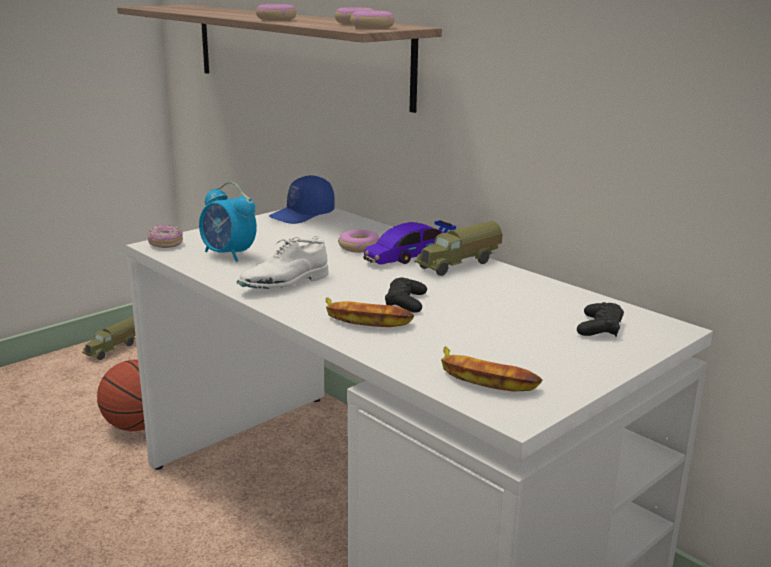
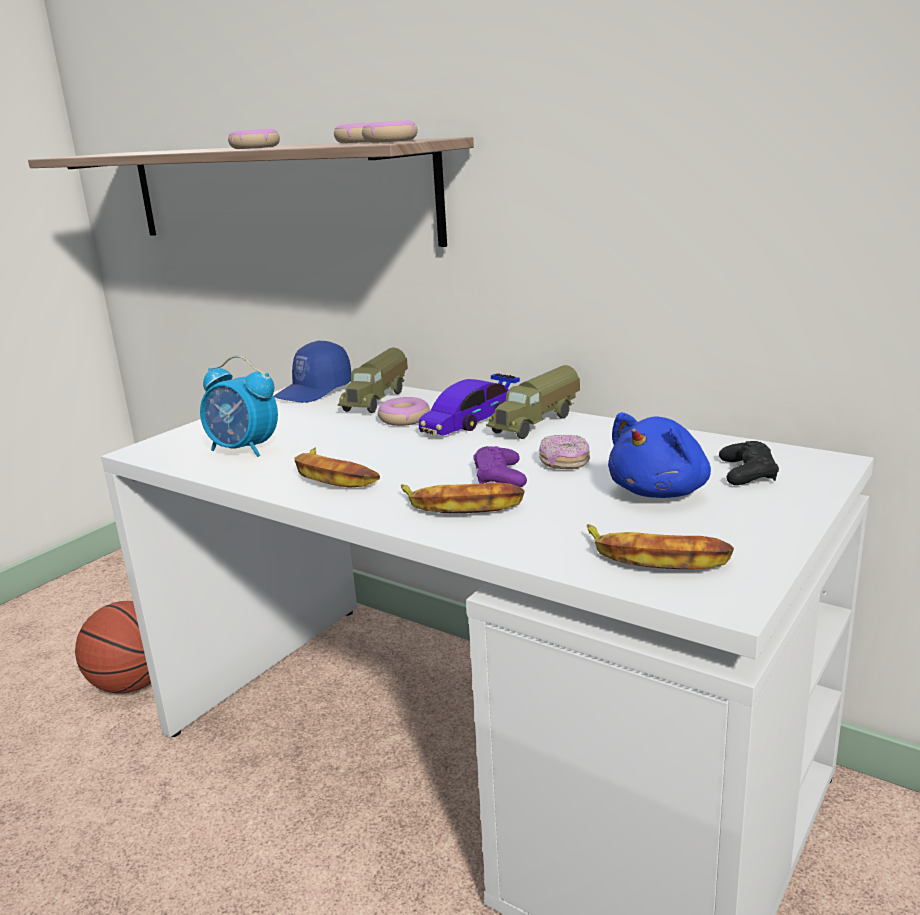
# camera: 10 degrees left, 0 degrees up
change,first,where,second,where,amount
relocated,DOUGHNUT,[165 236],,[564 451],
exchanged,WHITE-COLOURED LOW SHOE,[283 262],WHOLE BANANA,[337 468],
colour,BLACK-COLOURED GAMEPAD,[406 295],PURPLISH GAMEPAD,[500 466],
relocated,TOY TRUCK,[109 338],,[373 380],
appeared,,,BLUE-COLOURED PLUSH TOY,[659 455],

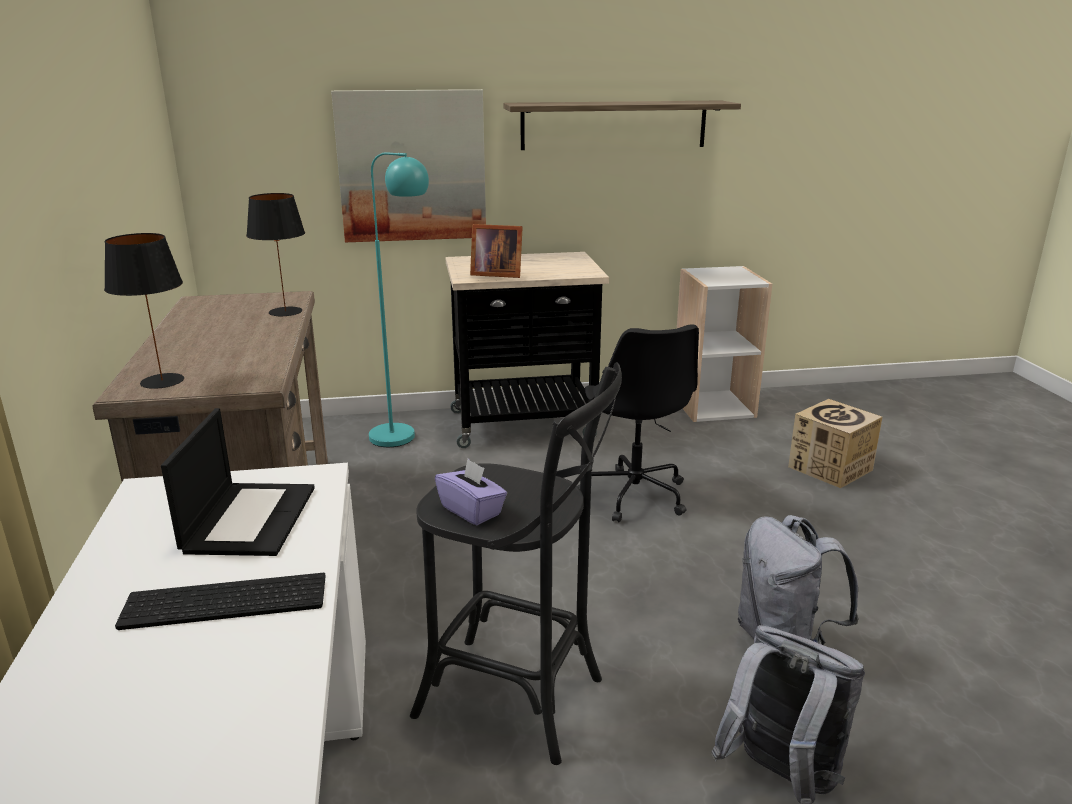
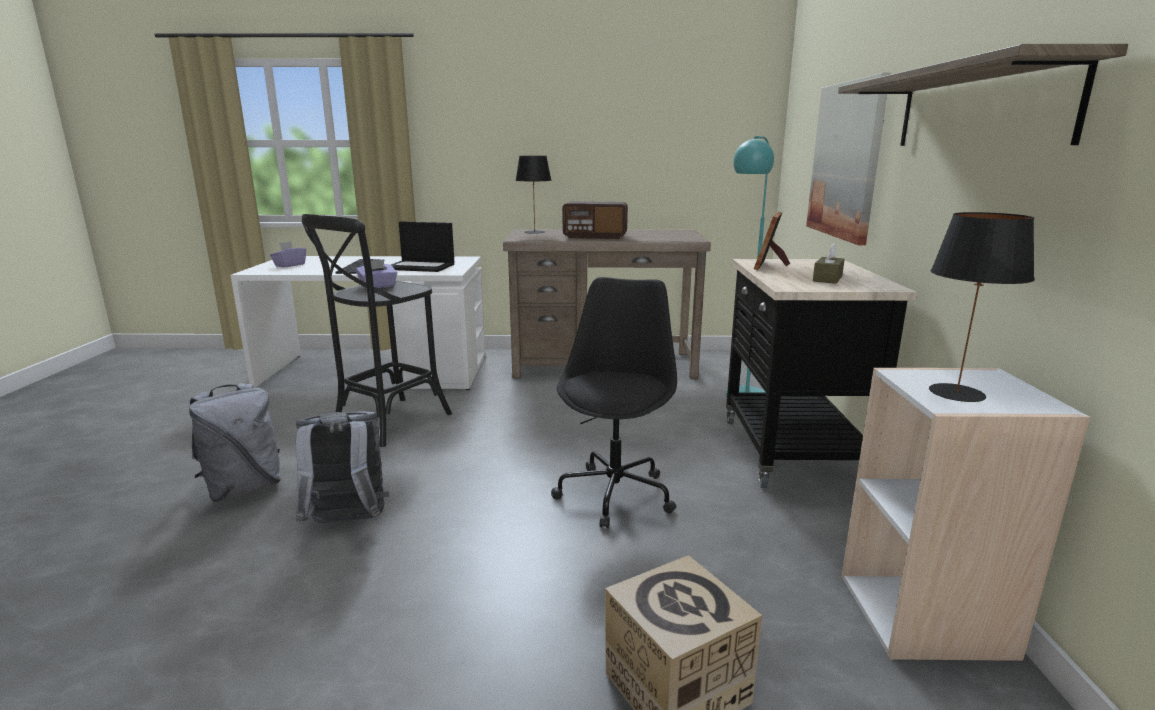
# camera: 100 degrees right, 5 degrees down
change,first,where,second,where,amount
relocated,BLACK-COLOURED TABLETOP LAMP,[275 254],,[982 307],
spun,BLACK-COLOURED COMPUTER CHAIR,[638 423],,[614 402],105 degrees clockwise
appeared,,,RADIO,[595 220],
appeared,,,PURPLISH TISSUE BOX,[288 254],
appeared,,,BROWN TISSUE BOX,[829 263],

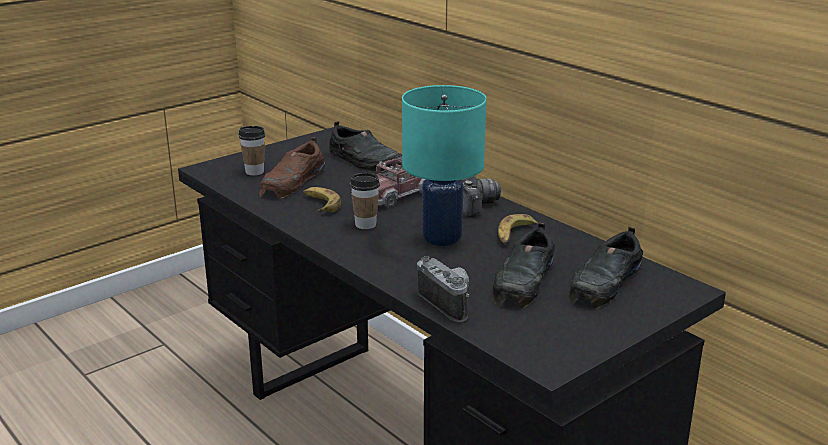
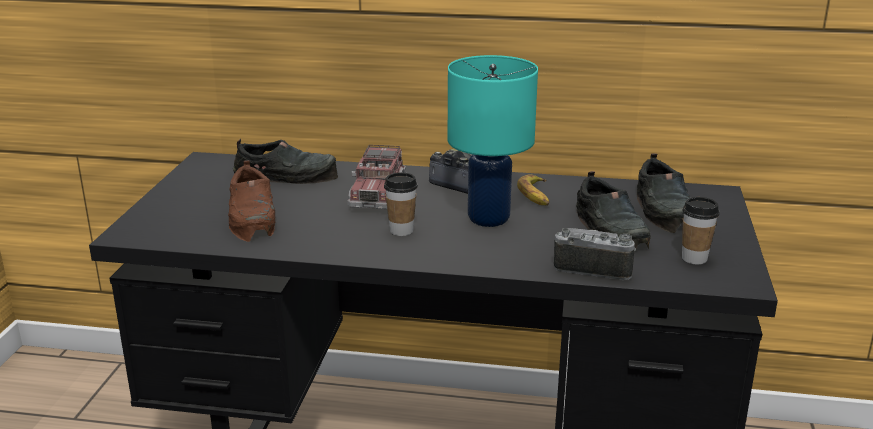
# camera: 40 degrees left, 0 degrees up
change,first,where,second,where,amount
relocated,DRINKING CUP,[252 150],,[700 230],
missing,WHOLE BANANA,[322 199],,,

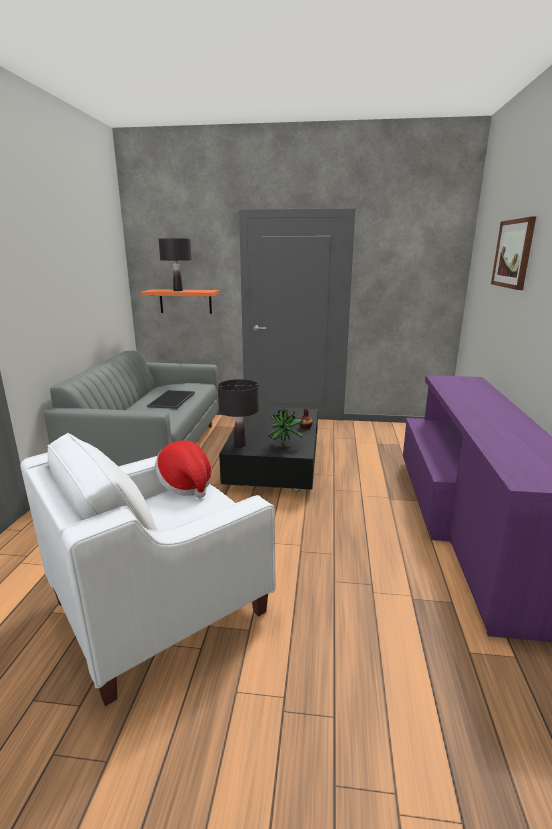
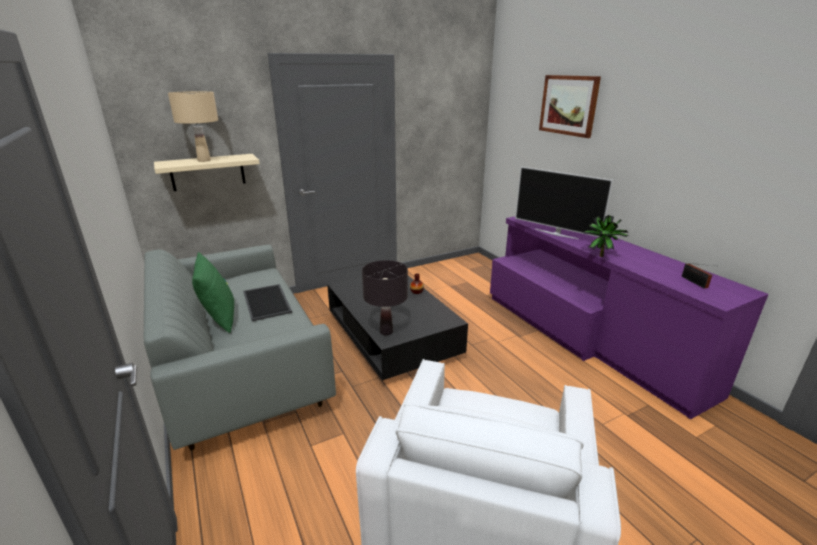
# camera: 35 degrees left, 5 degrees up
change,first,where,second,where,amount
colour,BLACK-COLOURED TABLETOP LAMP,[175 264],BEIGE-COLOURED TABLETOP LAMP,[193 126],
colour,ORANGEY SHELF,[179 301],BEIGE-COLOURED SHELF,[207 172],
relocated,PLANT IN A POT,[285 428],,[606 236],
missing,HAT,[183 469],,,
appeared,,,TV SET,[564 203],
appeared,,,GREEN PILLOW,[213 292],
appeared,,,RADIO,[698 275],

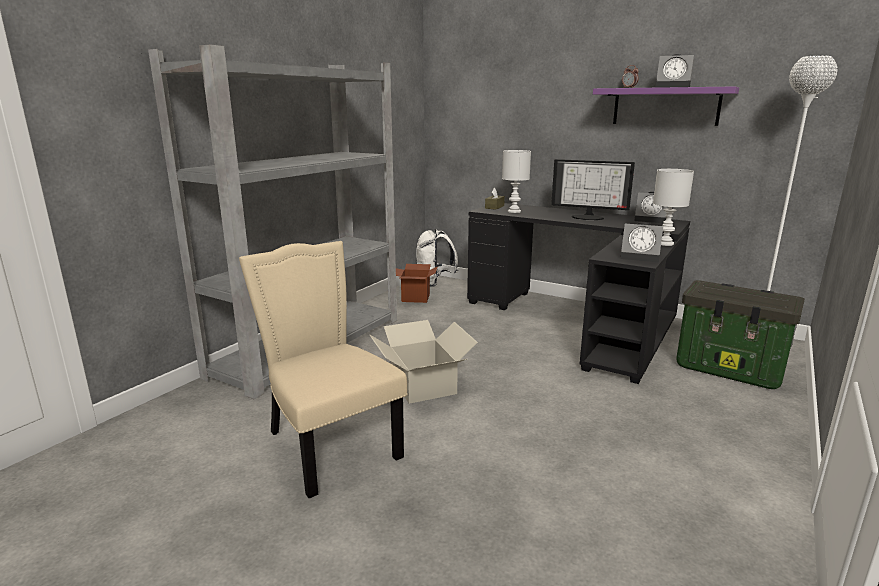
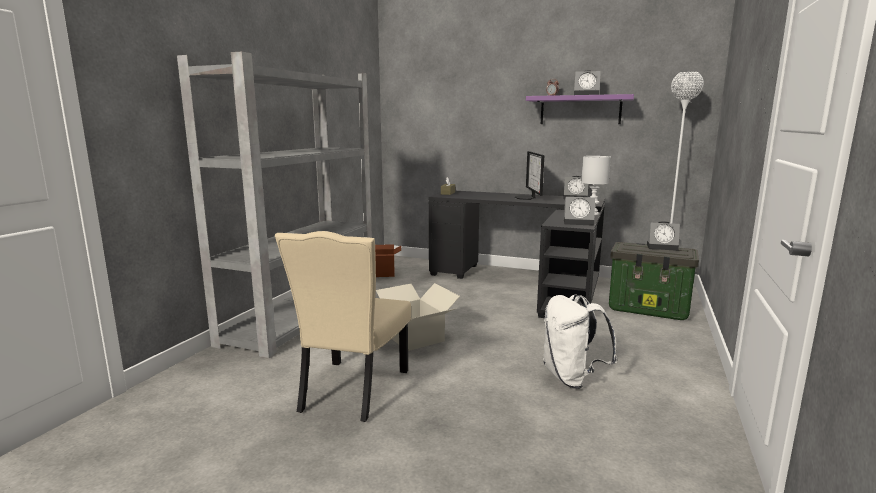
# camera: 10 degrees left, 5 degrees down
change,first,where,second,where,amount
missing,WHITE-COLOURED TABLETOP LAMP,[516 181],,,
spun,COMPUTER DISPLAY,[593 189],,[529 175],75 degrees clockwise
relocated,WHITE-COLOURED KNAPSACK,[437 258],,[580 341],
spun,BEIGE-COLOURED CHAIR,[323 370],,[343 326],120 degrees counterclockwise
appeared,,,TABLE CLOCK,[663 236],

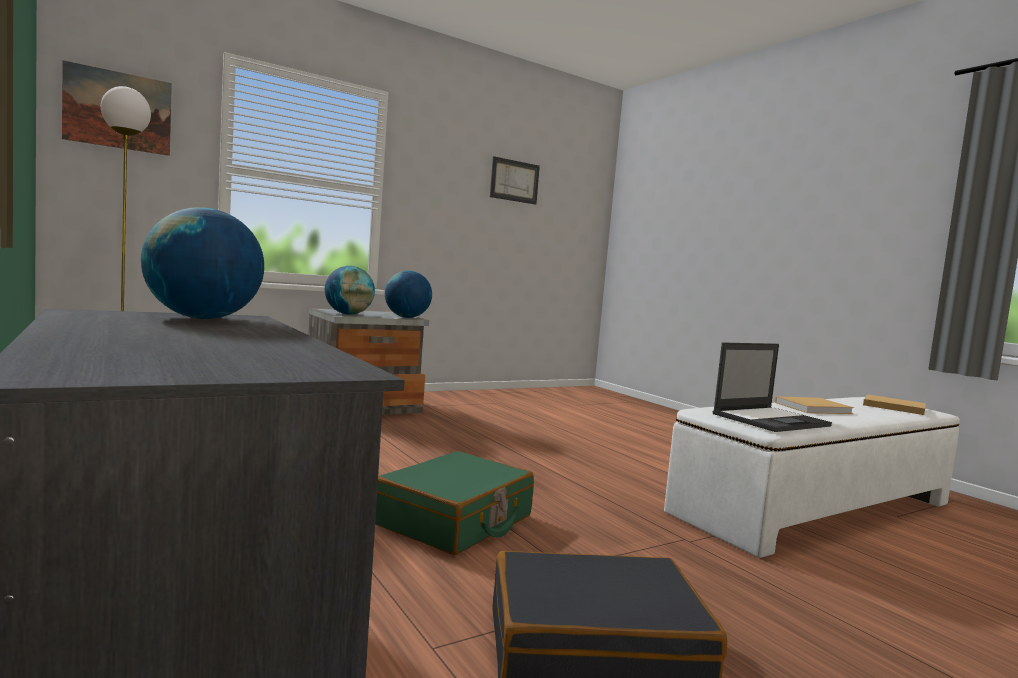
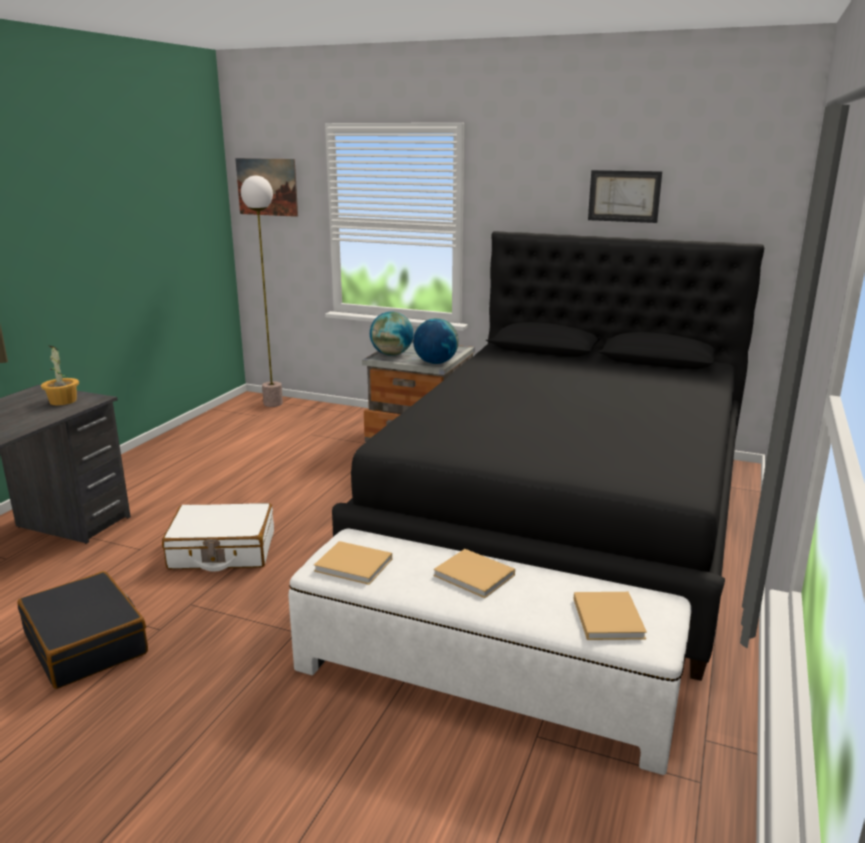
# camera: 55 degrees right, 15 degrees up
change,first,where,second,where,amount
exchanged,WORLD GLOBE,[202 263],PLANT IN A POT,[60 376],
exchanged,LAPTOP,[772 387],BEIGE-COLOURED VOLUME,[353 563],
colour,GREEN PIECE OF LUGGAGE,[454 503],WHITE-COLOURED PIECE OF LUGGAGE,[218 537],
appeared,,,BLACK-COLOURED SLEEPING BED,[548 456],

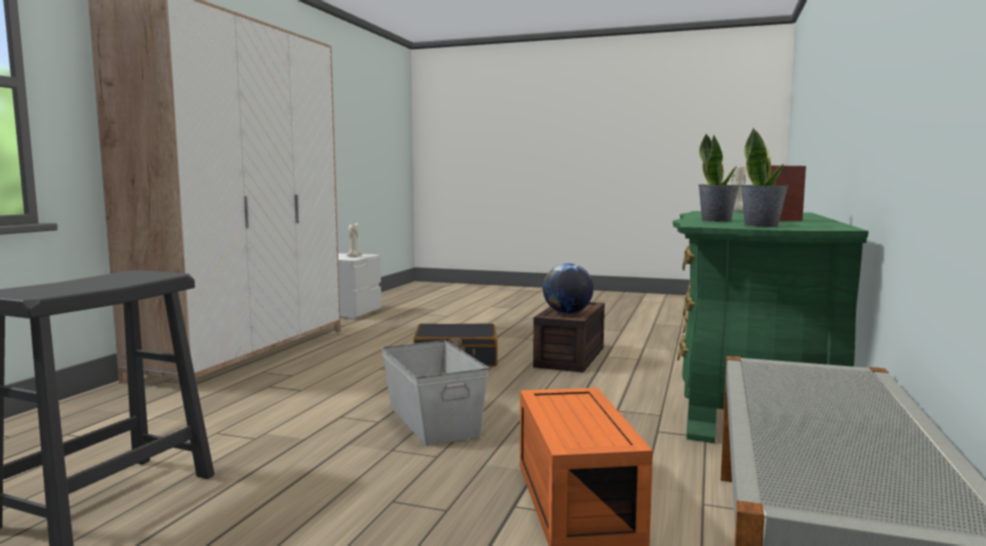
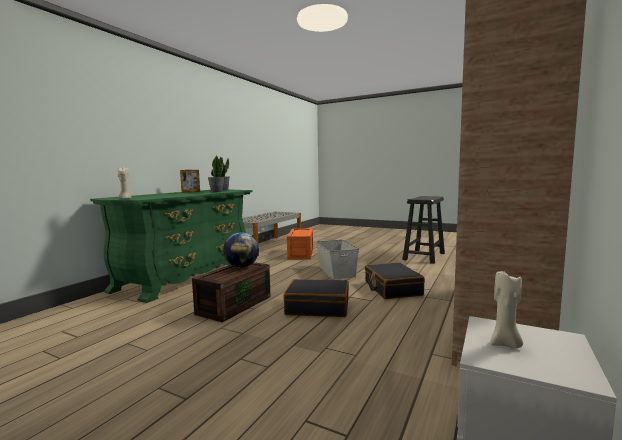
# camera: 170 degrees left, 0 degrees up
change,first,where,second,where,amount
appeared,,,BLACK-COLOURED PIECE OF LUGGAGE,[395 280],

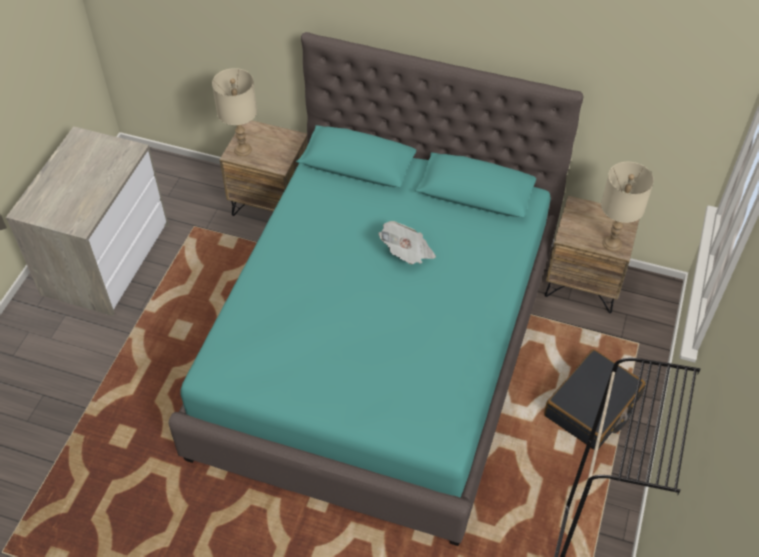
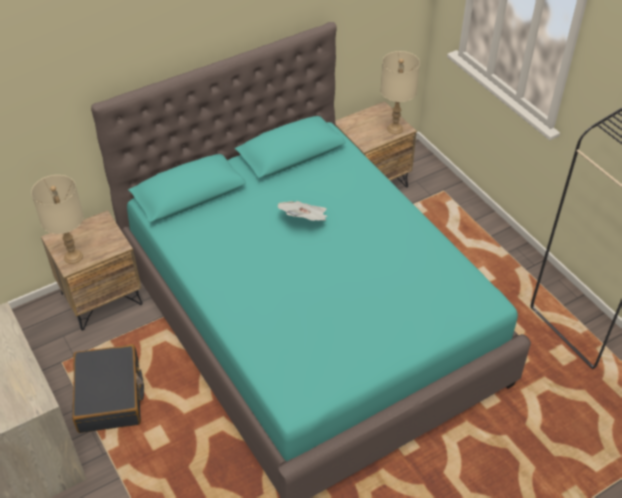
# camera: 50 degrees left, 5 degrees down
change,first,where,second,where,amount
relocated,BLACK-COLOURED PIECE OF LUGGAGE,[595 399],,[108 388],

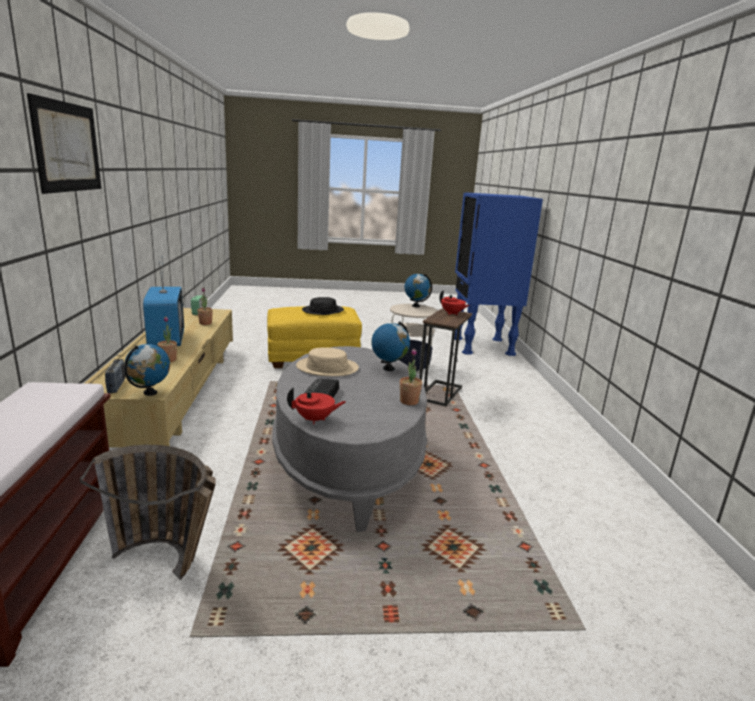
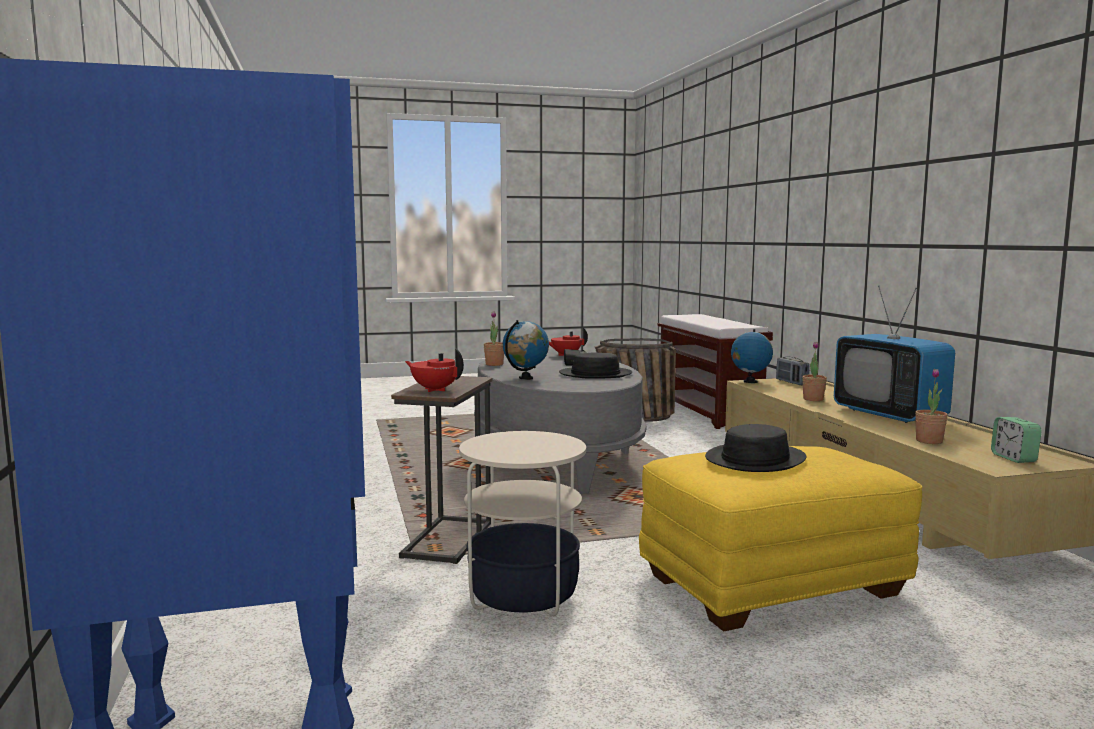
# camera: 170 degrees right, 10 degrees down
change,first,where,second,where,amount
missing,WALL PICTURE,[64 143],,,
missing,WORLD GLOBE,[418 290],,,
colour,BEIGE-COLOURED HAT,[327 361],BLACK-COLOURED HAT,[595 365],

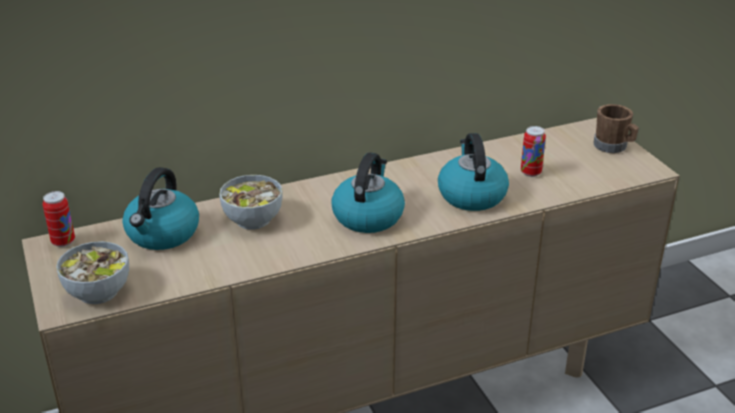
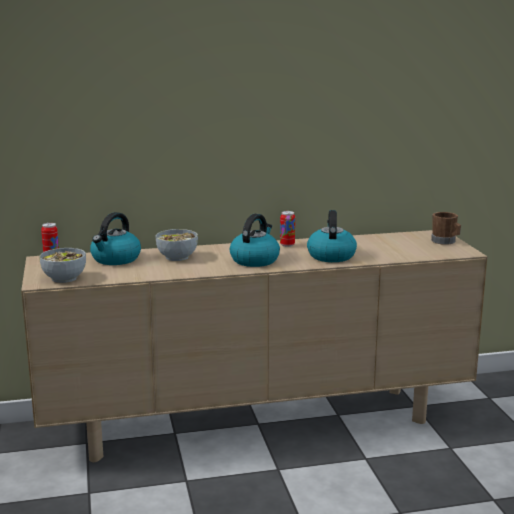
# camera: 10 degrees right, 15 degrees down
change,first,where,second,where,amount
relocated,CAN,[533 151],,[287 229],

